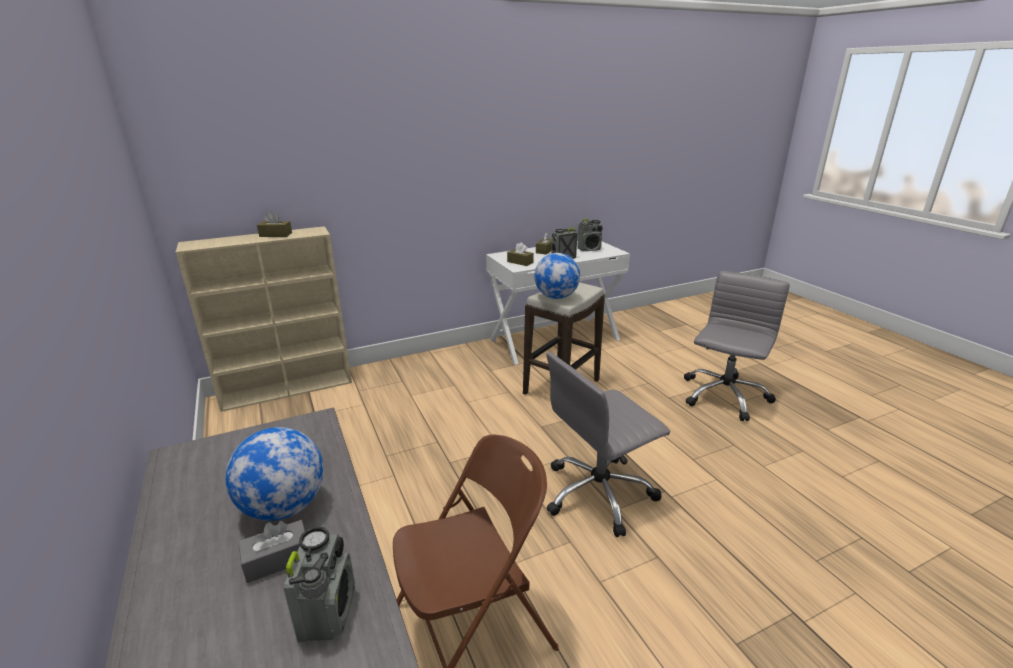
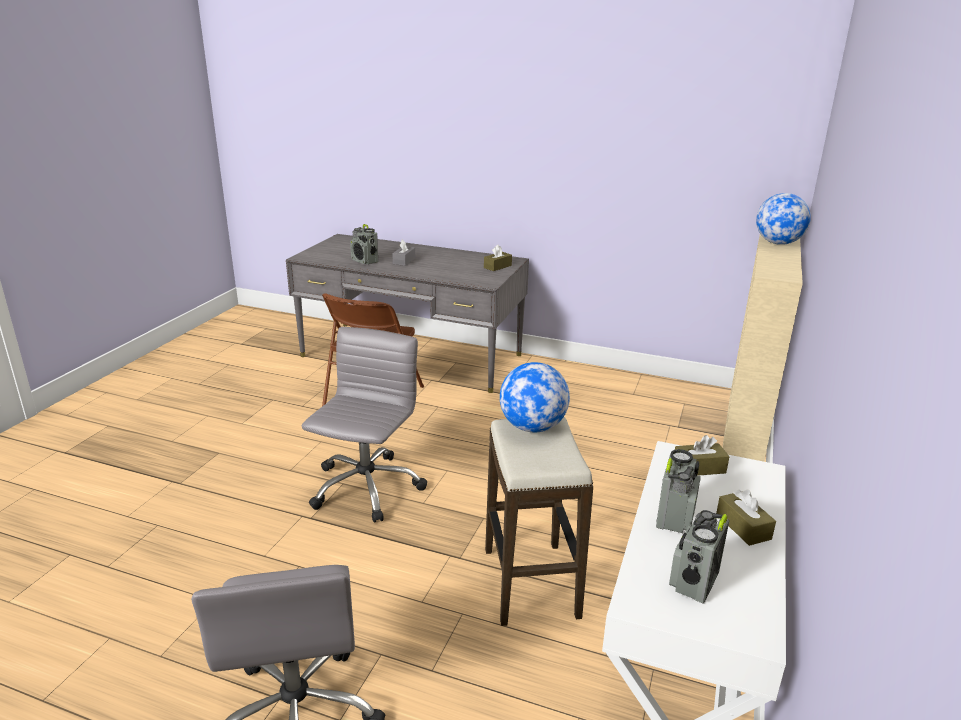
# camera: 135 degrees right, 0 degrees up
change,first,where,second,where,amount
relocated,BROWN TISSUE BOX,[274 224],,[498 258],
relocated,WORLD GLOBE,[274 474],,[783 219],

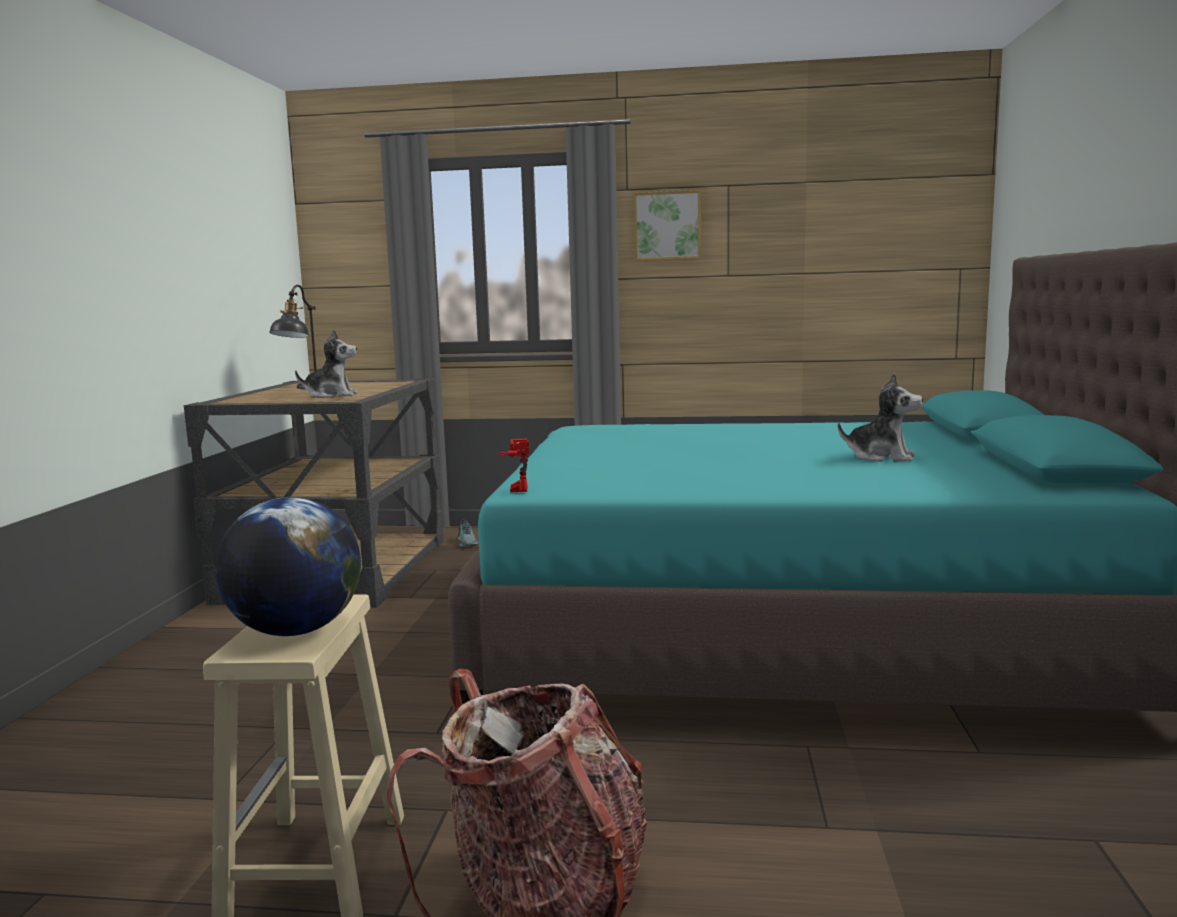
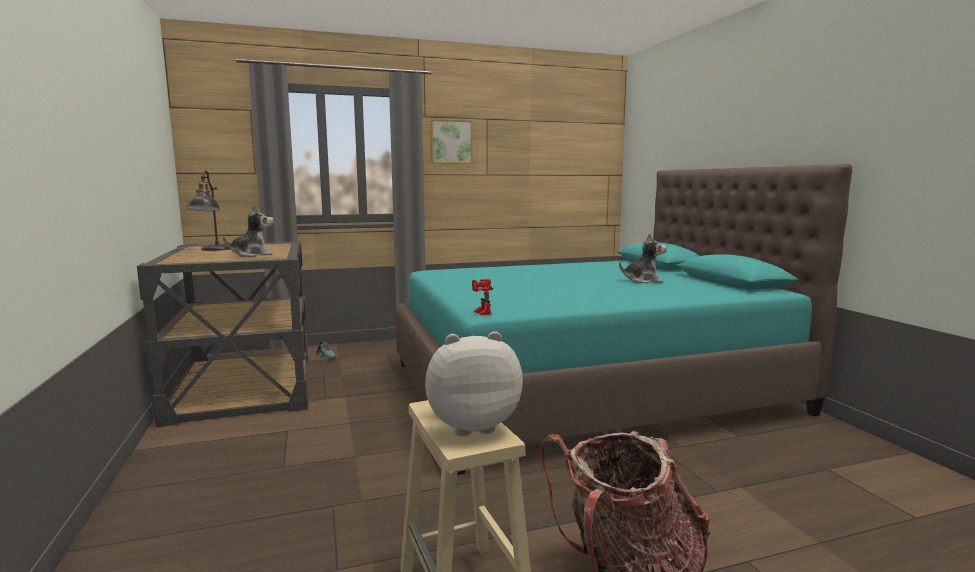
# camera: 25 degrees left, 0 degrees up
change,first,where,second,where,amount
exchanged,WORLD GLOBE,[288 566],PLUSH TOY,[474 383],

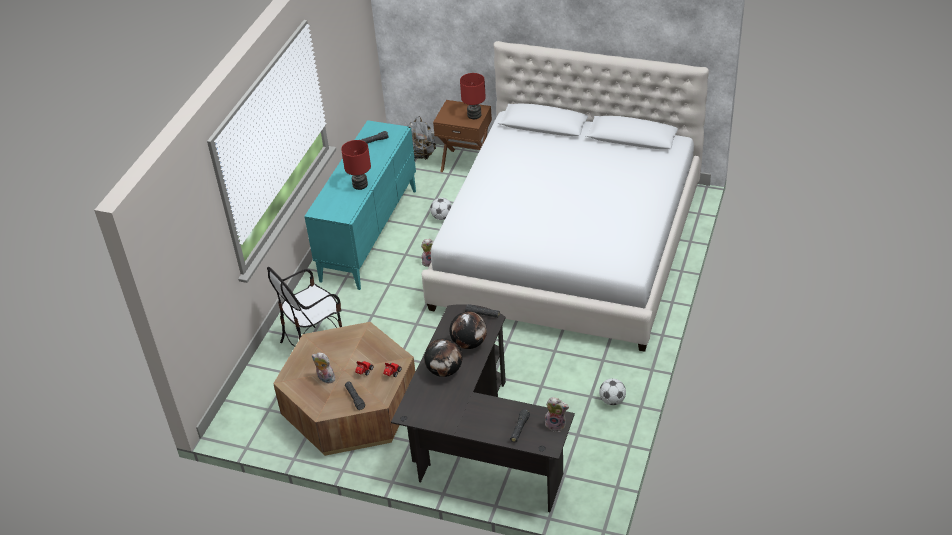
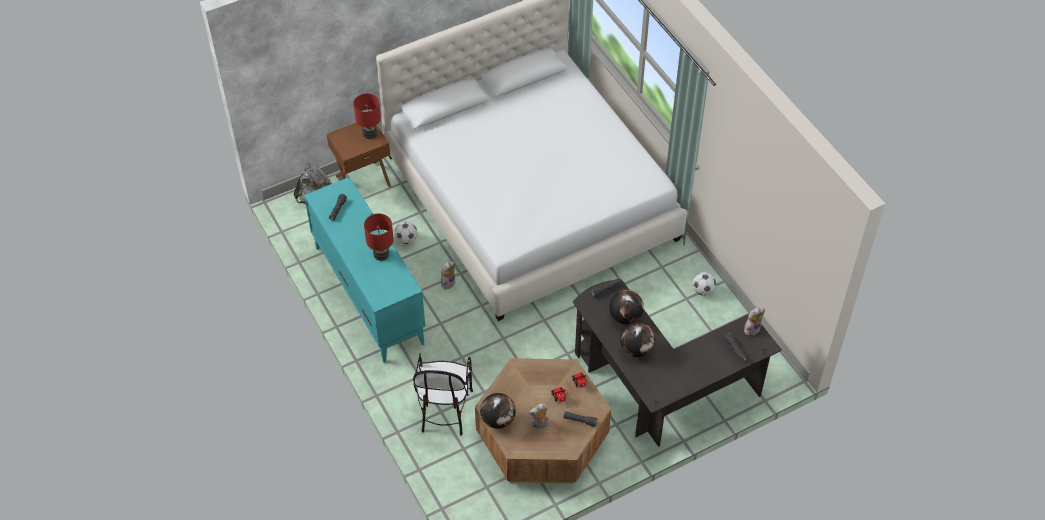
# camera: 50 degrees left, 10 degrees up
change,first,where,second,where,amount
appeared,,,WORLD GLOBE,[498 411],

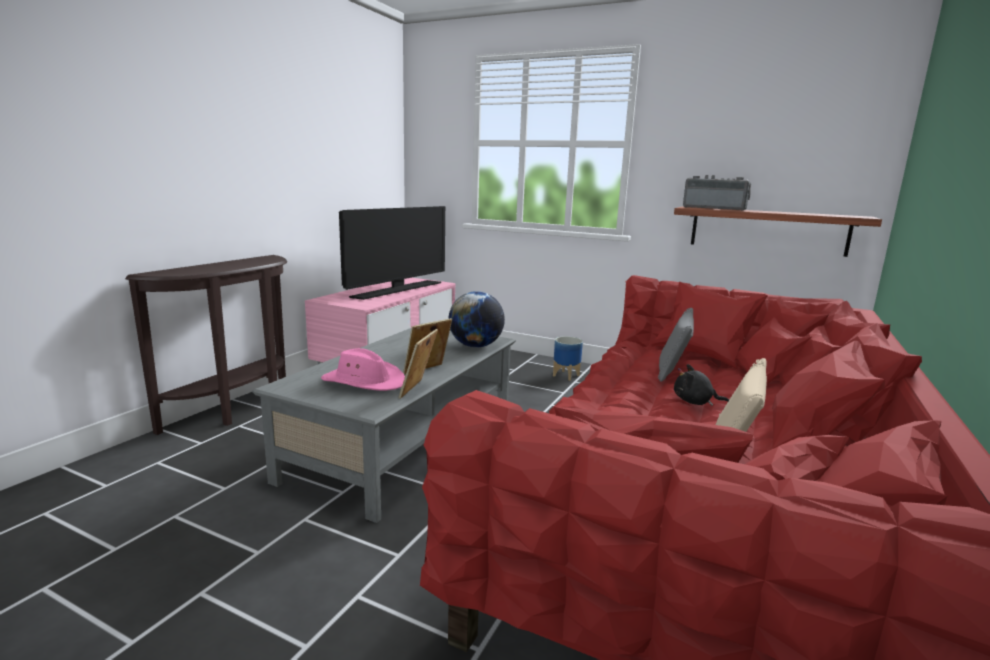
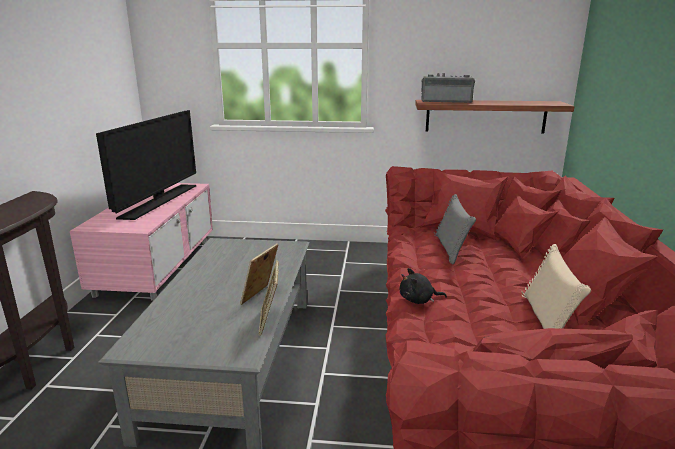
# camera: 20 degrees left, 5 degrees up
change,first,where,second,where,amount
missing,WORLD GLOBE,[476 319],,,
missing,FLOWER POT,[568 358],,,
missing,PINK-COLOURED HAT,[363 369],,,
relocated,BLACK-COLOURED PLUSH TOY,[701 385],,[423 286],

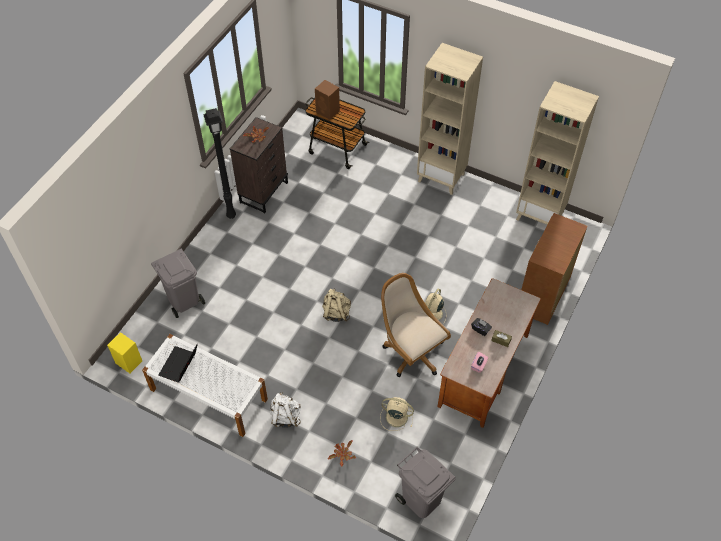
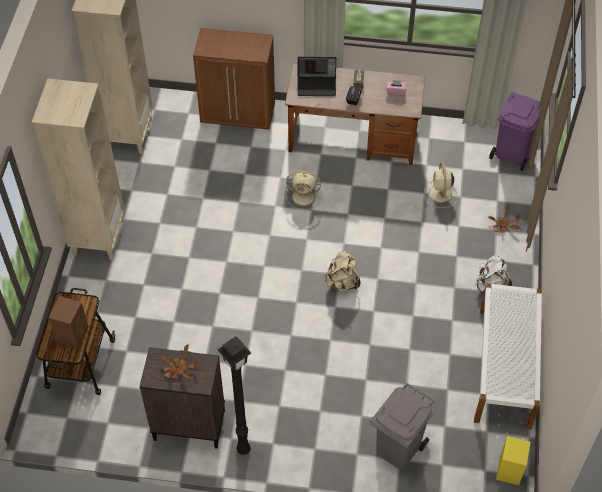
# camera: 110 degrees left, 0 degrees up
change,first,where,second,where,amount
missing,COMPUTER CHAIR,[416 325],,,
relocated,LAPTOP,[178 363],,[316 76],
colour,GREYISH WASTE BIN,[425 482],PURPLISH WASTE BIN,[514 131],

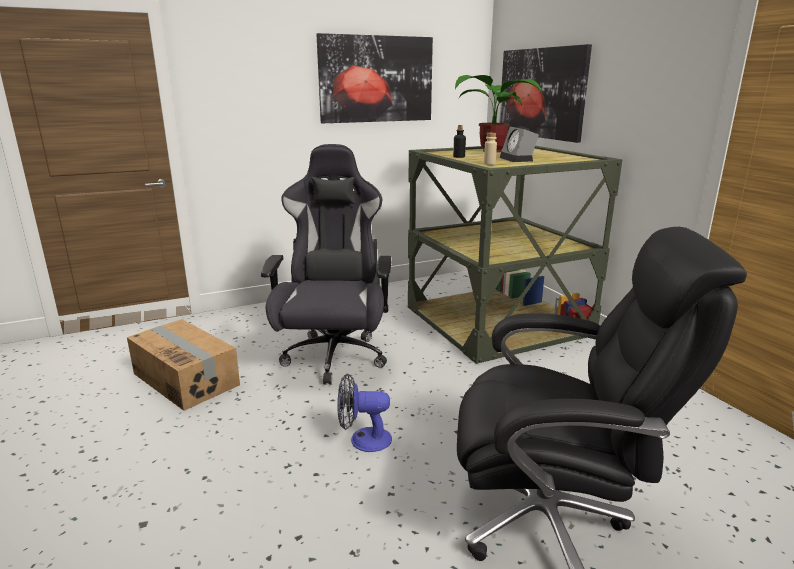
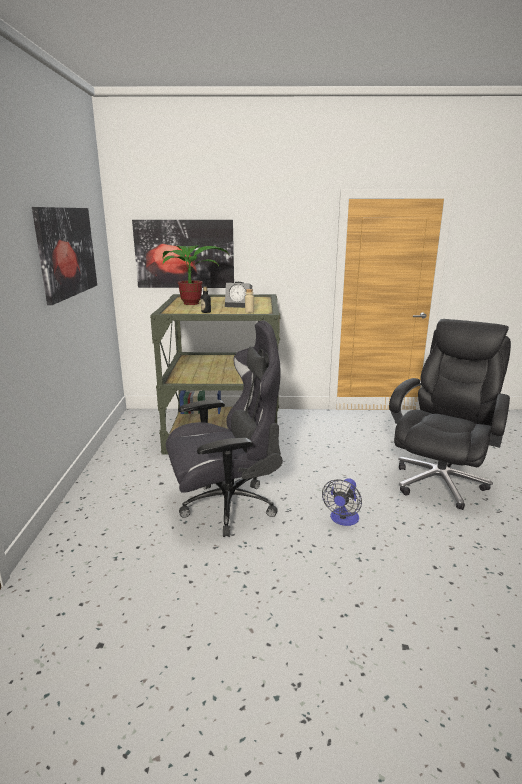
# camera: 65 degrees left, 0 degrees up
change,first,where,second,where,amount
spun,BLACK-COLOURED COMPUTER CHAIR,[326 264],,[224 428],135 degrees clockwise
missing,PACKING BOX,[183 365],,,

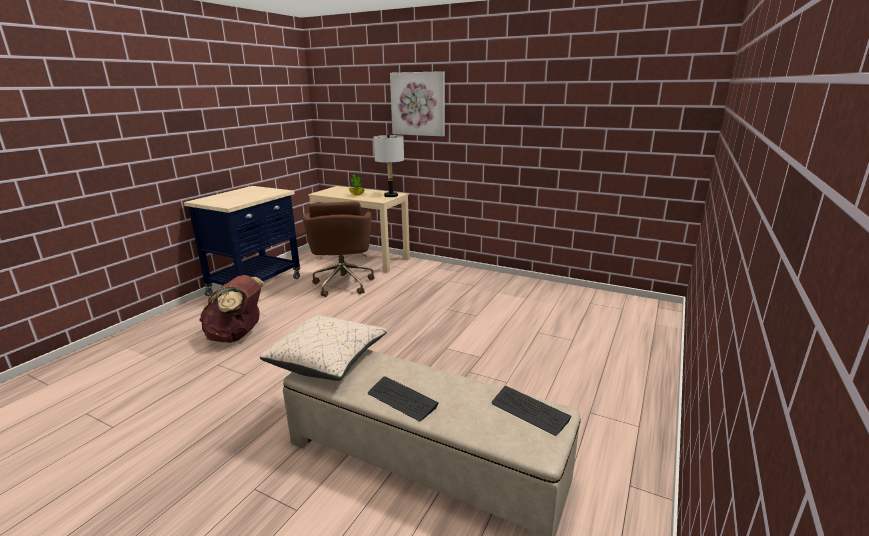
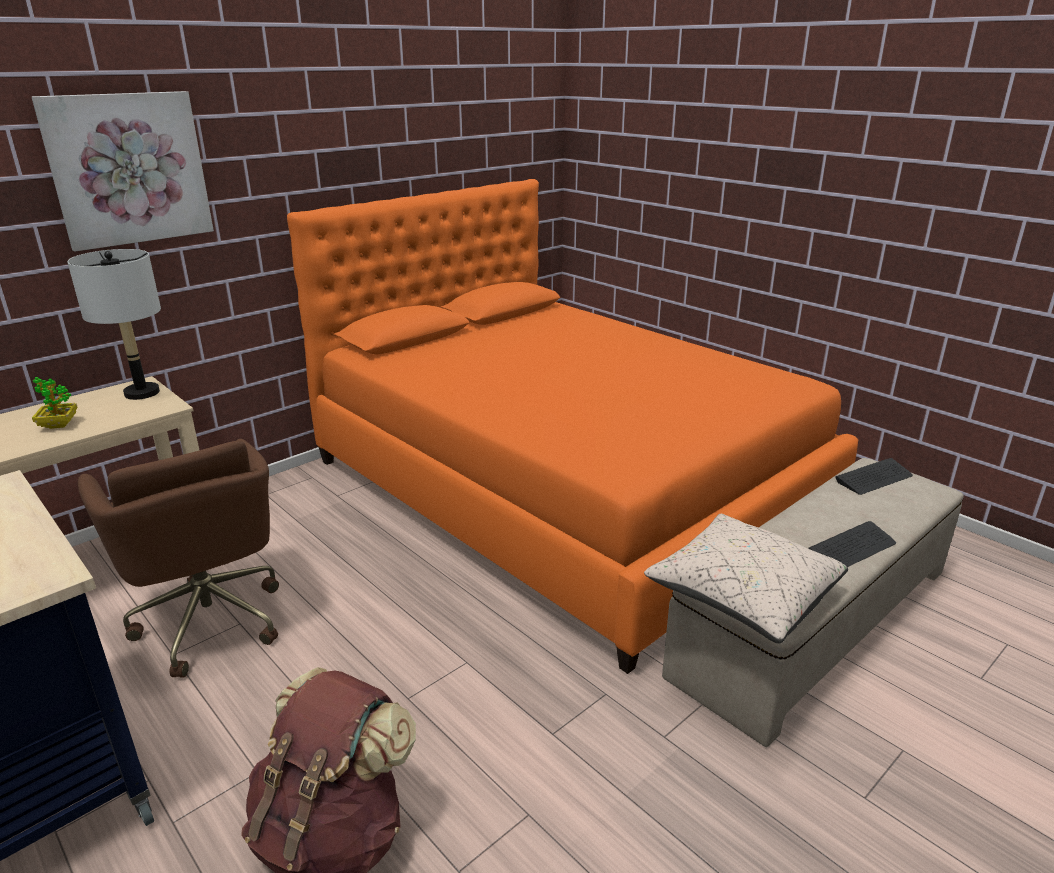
# camera: 70 degrees left, 5 degrees up
change,first,where,second,where,amount
spun,BROWN COMPUTER CHAIR,[338 249],,[178 558],45 degrees clockwise
appeared,,,ORANGEY SLEEPING BED,[572 426],

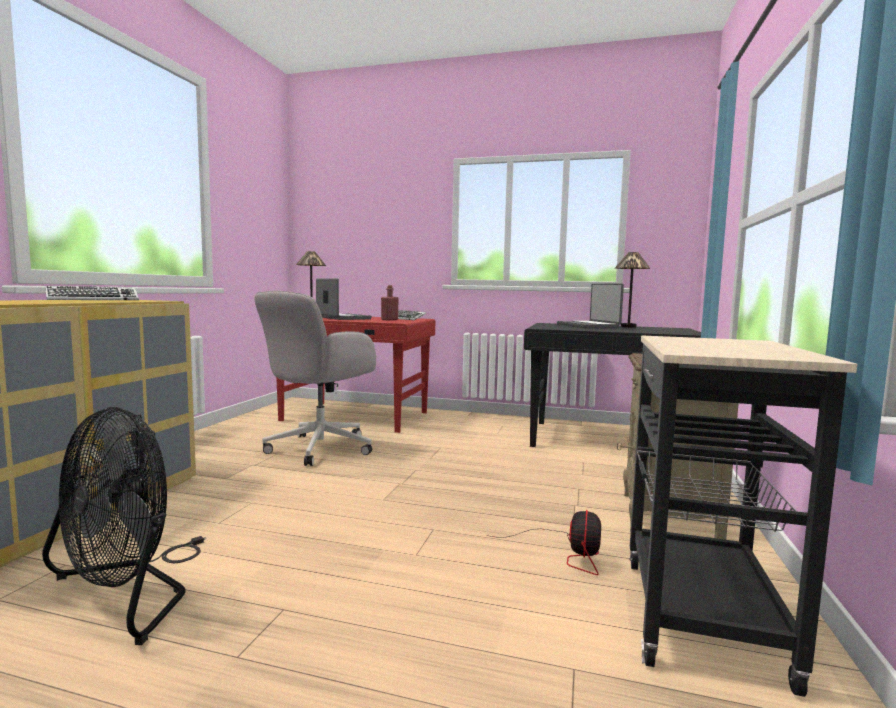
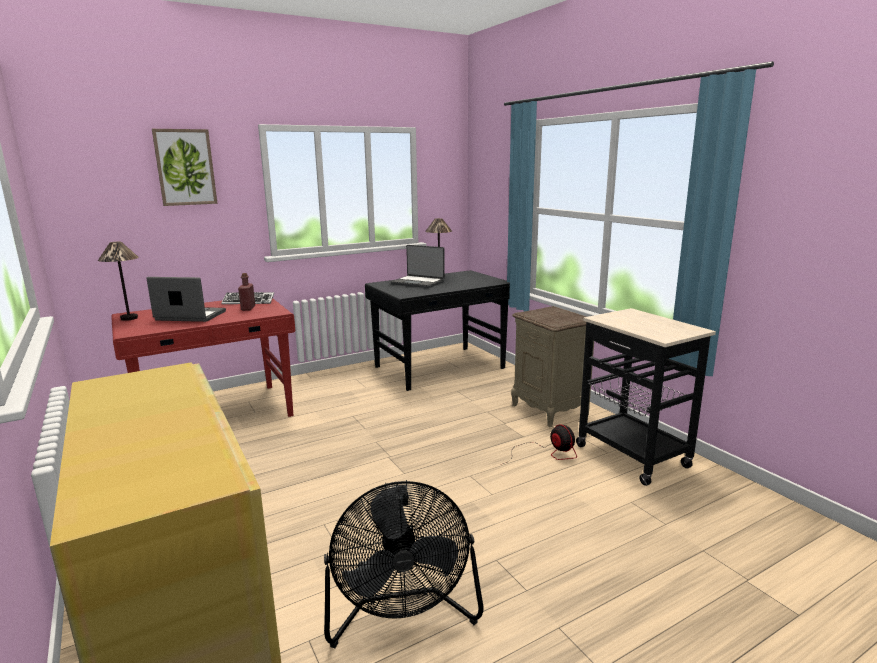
# camera: 45 degrees left, 10 degrees up
change,first,where,second,where,amount
missing,KEYBOARD,[92 293],,,
missing,GREYISH COMPUTER CHAIR,[315 378],,,
appeared,,,WALL PICTURE,[184 167],

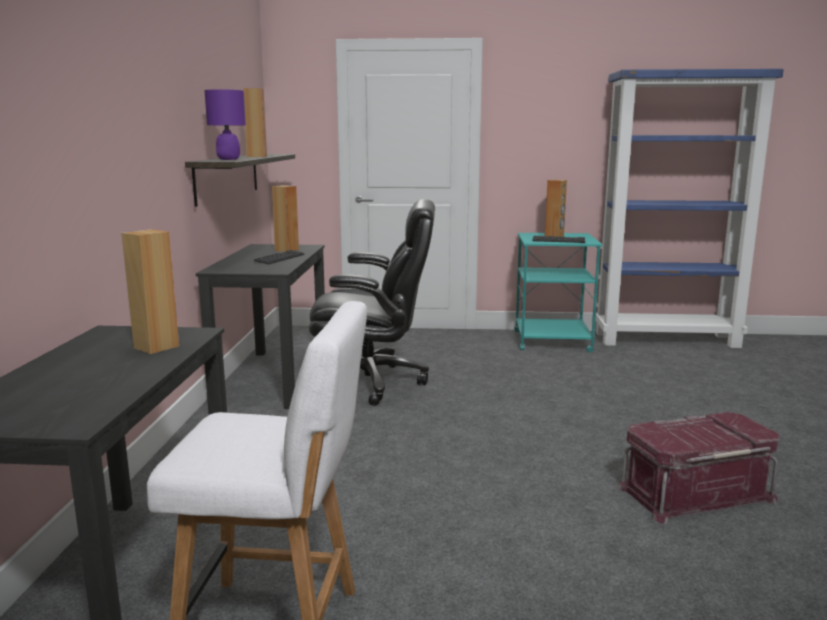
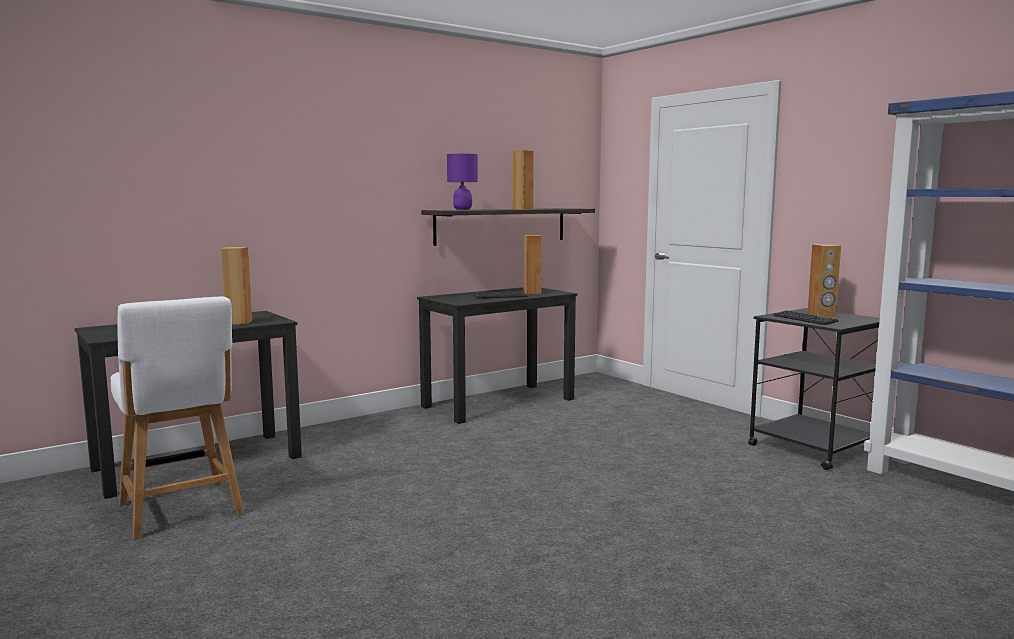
# camera: 50 degrees right, 5 degrees down
change,first,where,second,where,amount
missing,BLACK-COLOURED COMPUTER CHAIR,[372 302],,,
colour,TURQUOISE WHEELED CART,[559 293],BLACK-COLOURED WHEELED CART,[814 389],
missing,REDDISH STORAGE BOX,[698 468],,,

